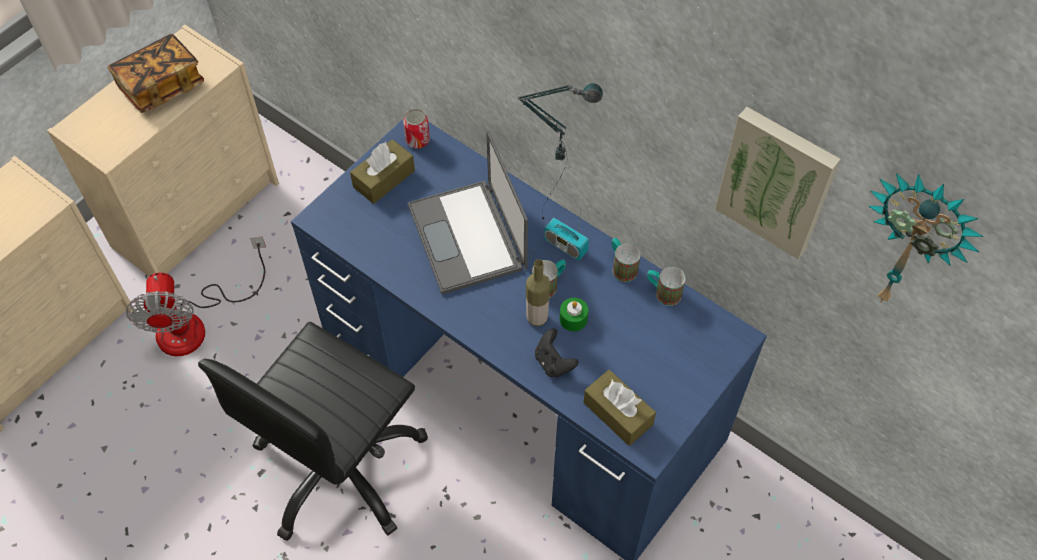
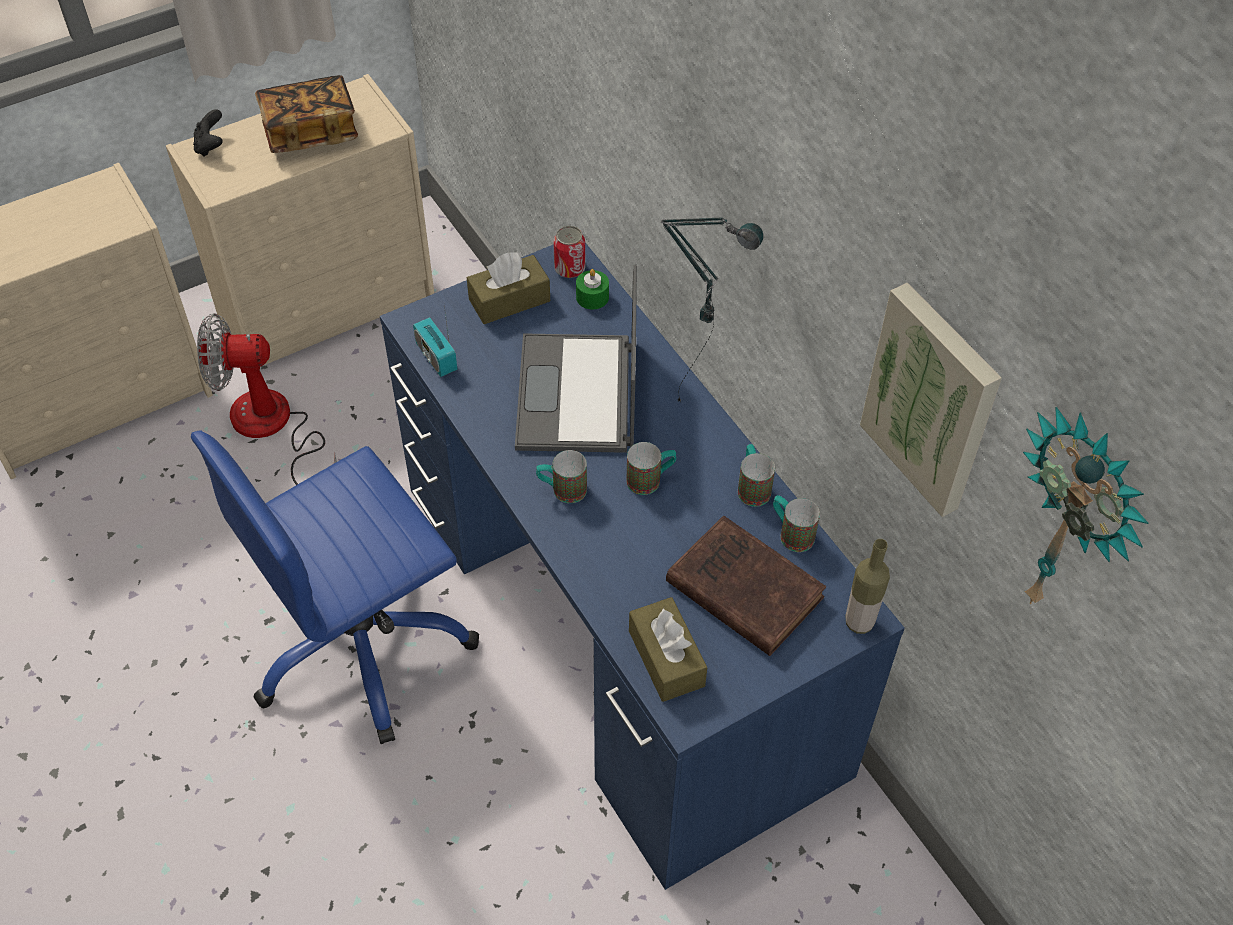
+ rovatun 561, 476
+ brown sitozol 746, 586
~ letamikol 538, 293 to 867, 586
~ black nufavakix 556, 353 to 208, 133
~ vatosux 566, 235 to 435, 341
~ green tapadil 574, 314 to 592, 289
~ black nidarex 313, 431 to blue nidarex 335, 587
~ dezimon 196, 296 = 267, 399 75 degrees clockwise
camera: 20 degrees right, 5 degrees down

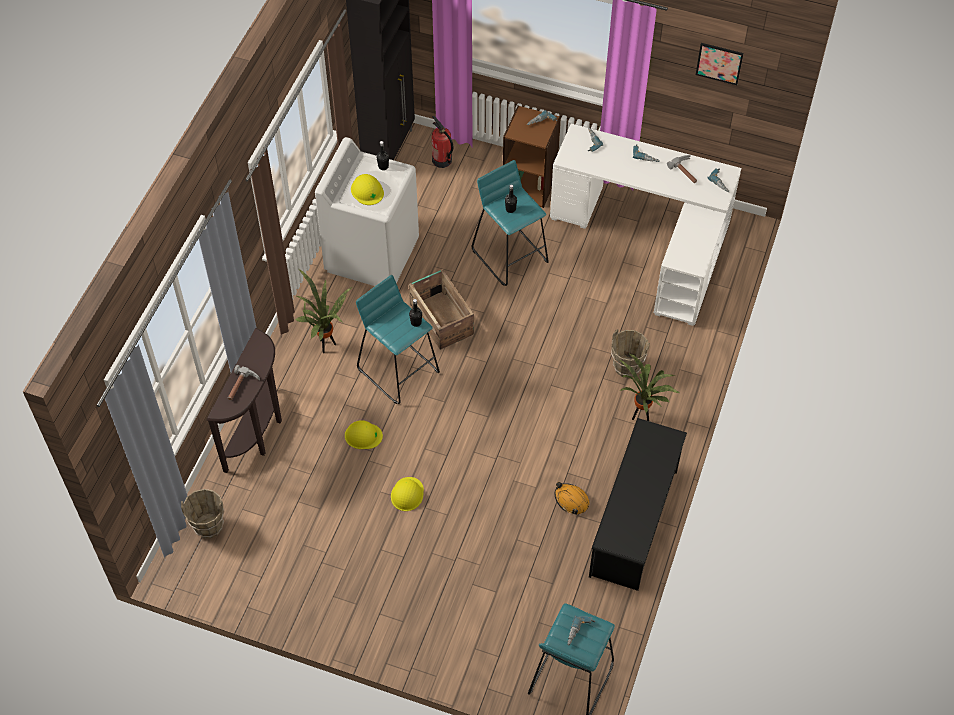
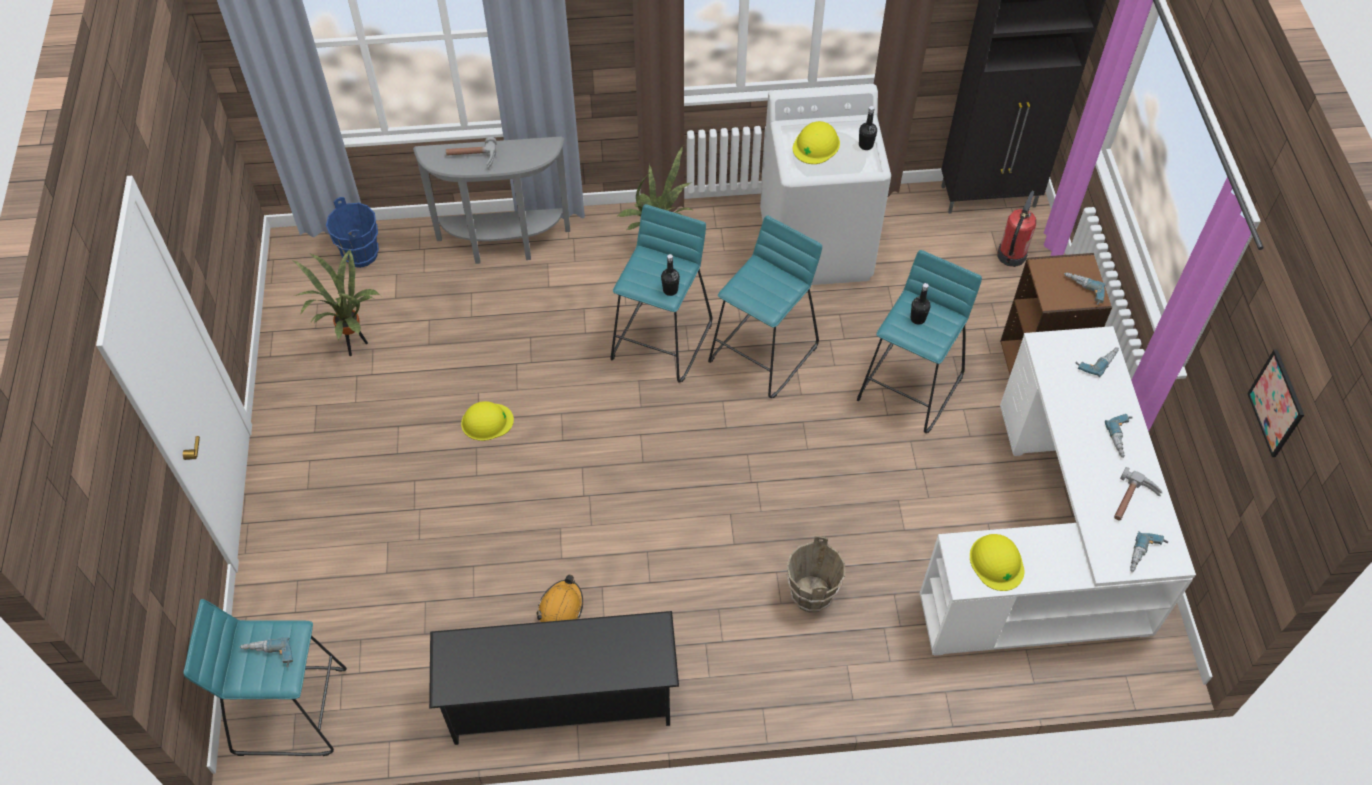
~ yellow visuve 364, 434 to 997, 562
~ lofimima 650, 387 to 336, 302
~ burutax 441, 309 to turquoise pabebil 765, 306
~ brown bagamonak 202, 514 to blue bagamonak 352, 232
~ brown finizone 244, 400 to grey finizone 491, 200
camera: 65 degrees right, 0 degrees up

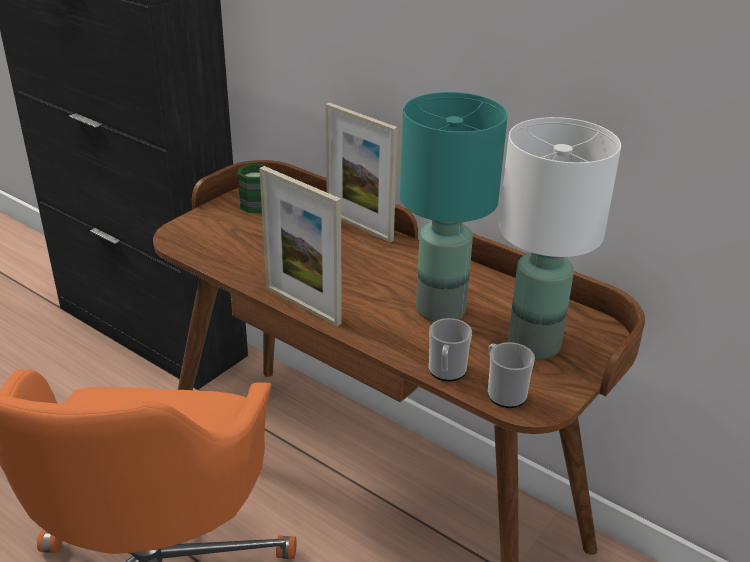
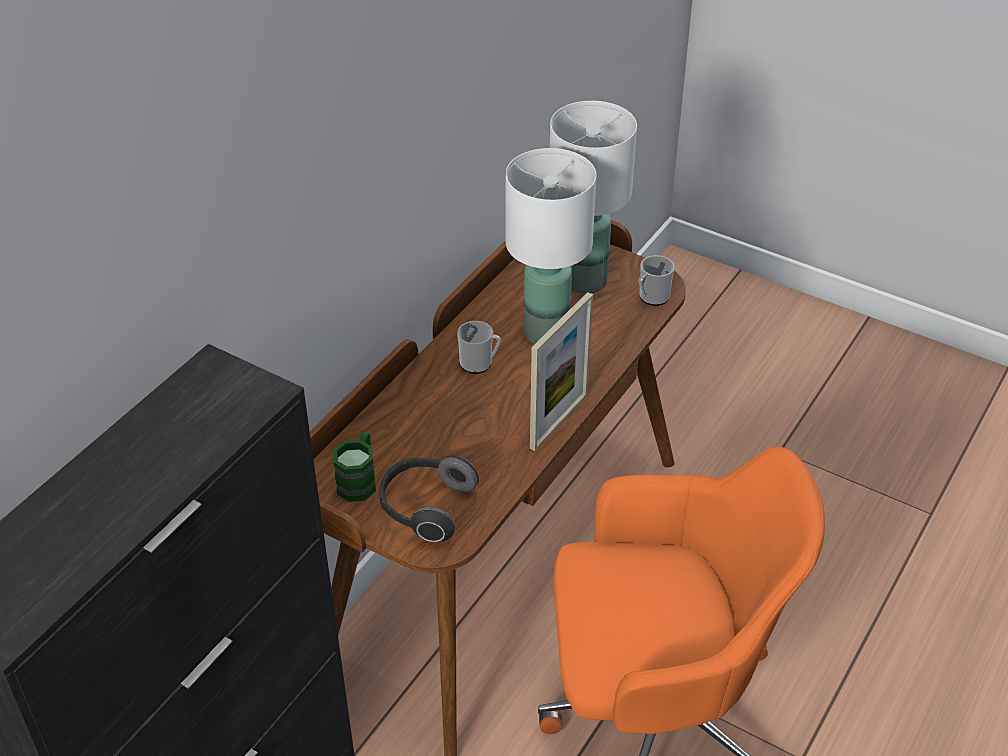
- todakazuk 362, 172
+ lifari 429, 499
~ rovatun 450, 349 to 479, 347
~ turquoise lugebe 454, 207 to white lugebe 550, 246
camera: 95 degrees left, 10 degrees up

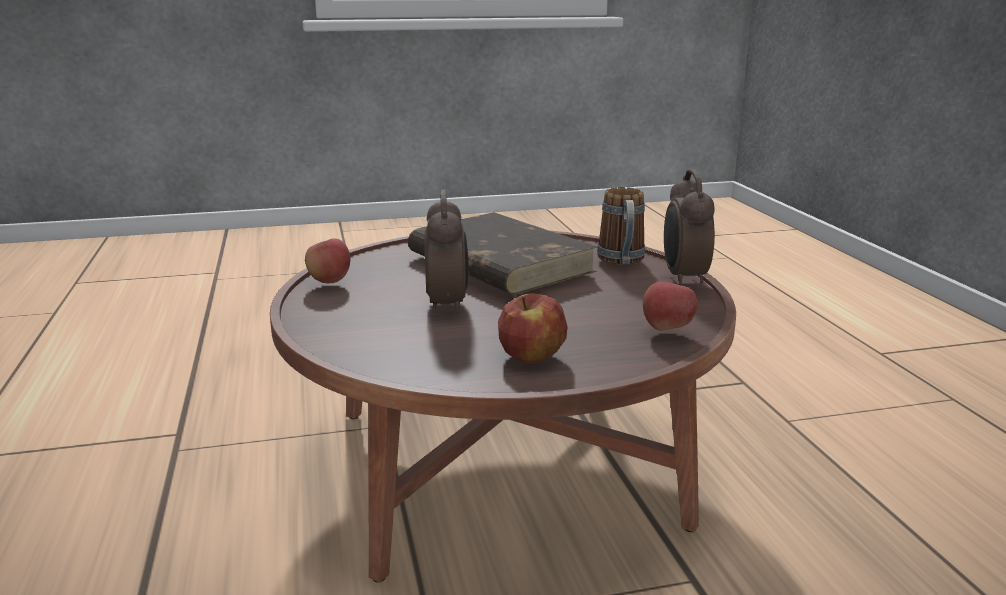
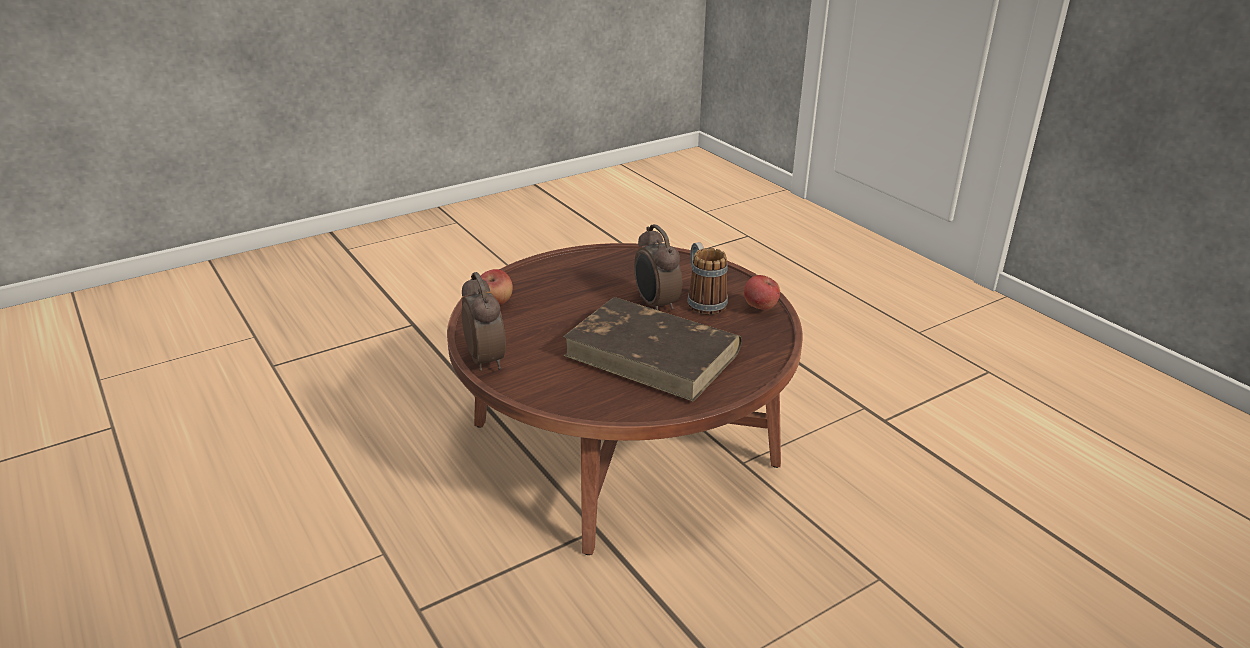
- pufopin 532, 328
~ rovatun 621, 226 to 707, 278
camera: 160 degrees right, 10 degrees up

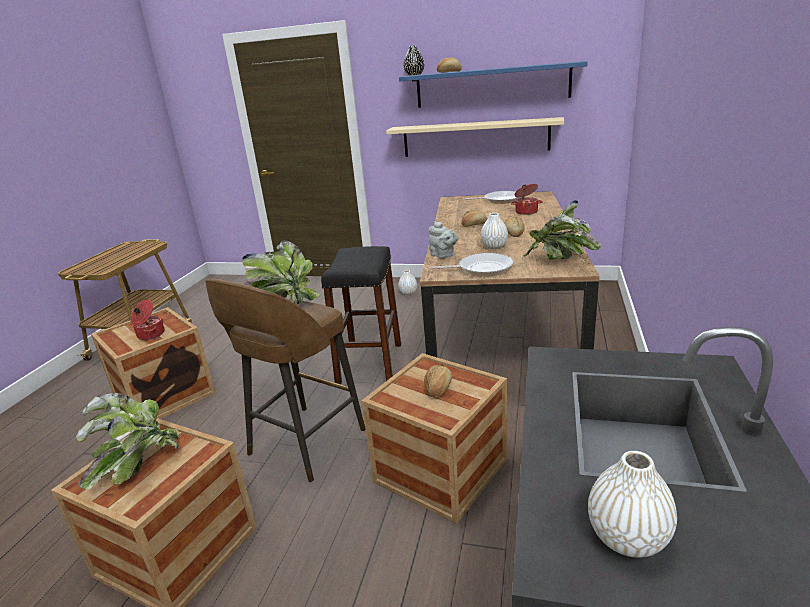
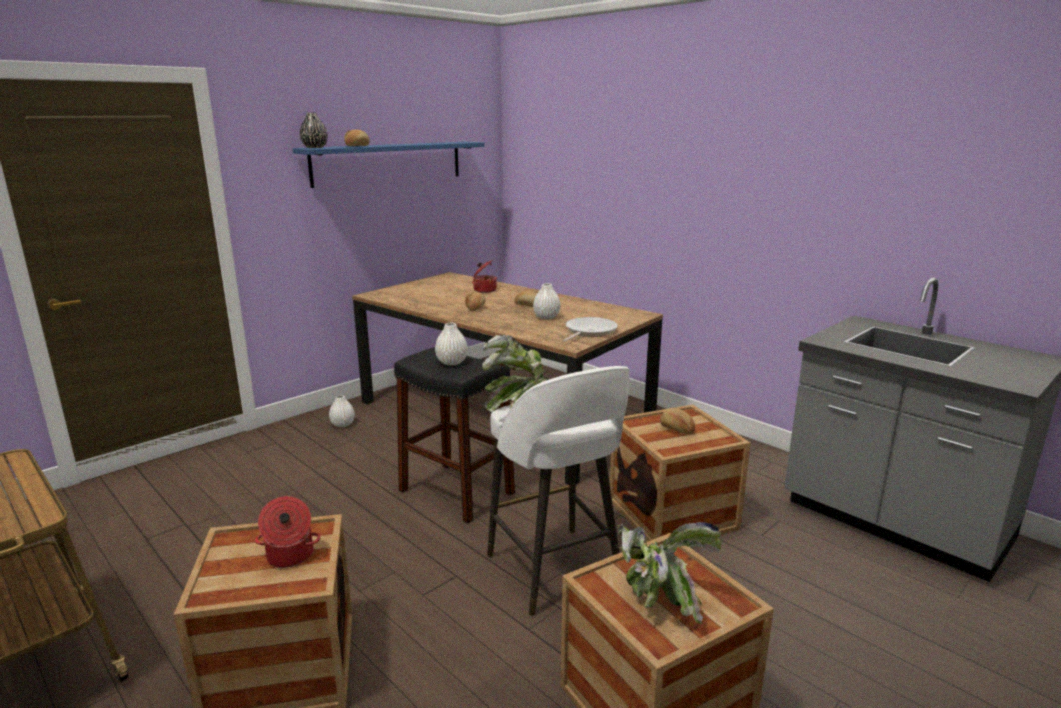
- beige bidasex 475, 137
- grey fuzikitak 444, 239
- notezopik 491, 197
- lofimima 562, 230
~ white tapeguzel 632, 504 to 451, 344
~ brown pabebil 285, 380 to white pabebil 558, 491
camera: 60 degrees left, 5 degrees down

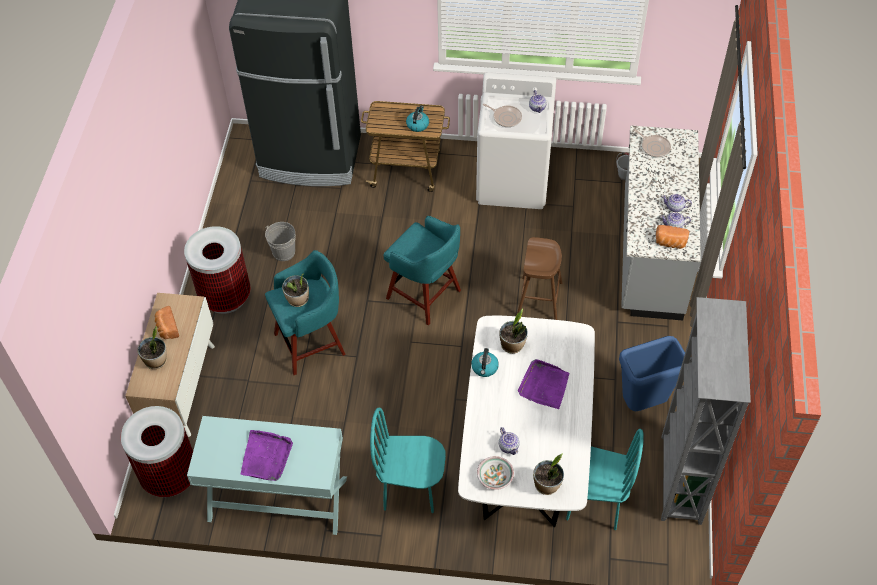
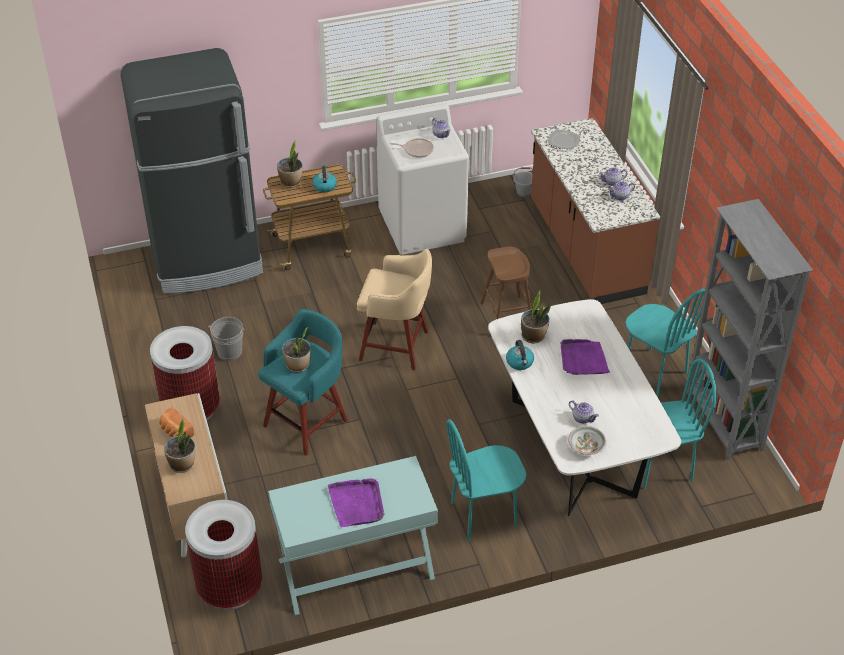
- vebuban 673, 237
~ lofimima 548, 474 to 289, 164
~ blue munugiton 652, 373 to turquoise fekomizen 665, 342
~ notezopik 652, 143 to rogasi 564, 139
~ turquoise pabebil 422, 270 to beige pabebil 394, 309
~ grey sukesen 661, 222 to brown sukesen 595, 211
camera: 25 degrees left, 10 degrees down

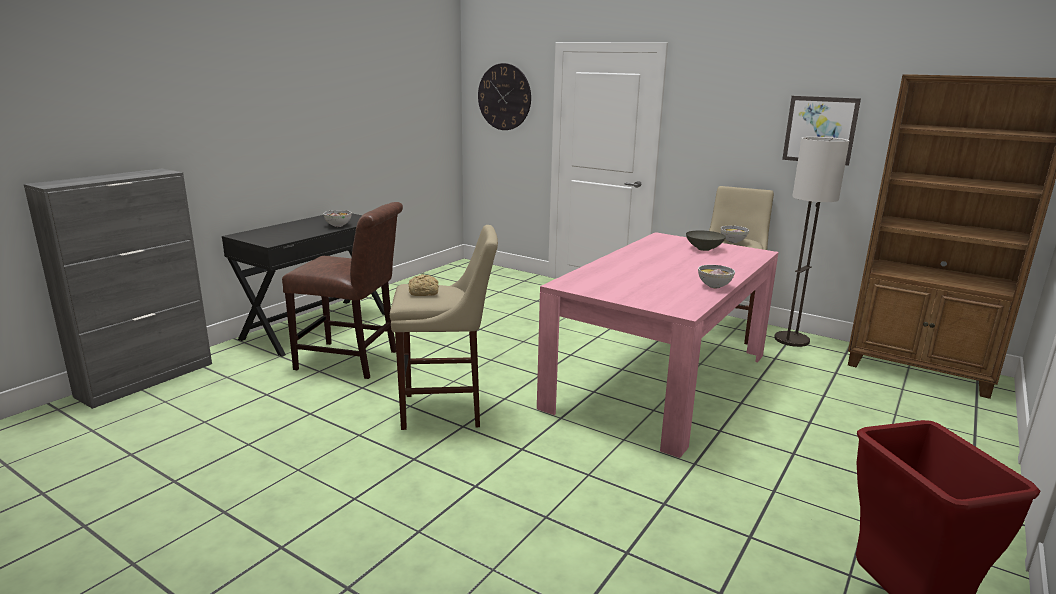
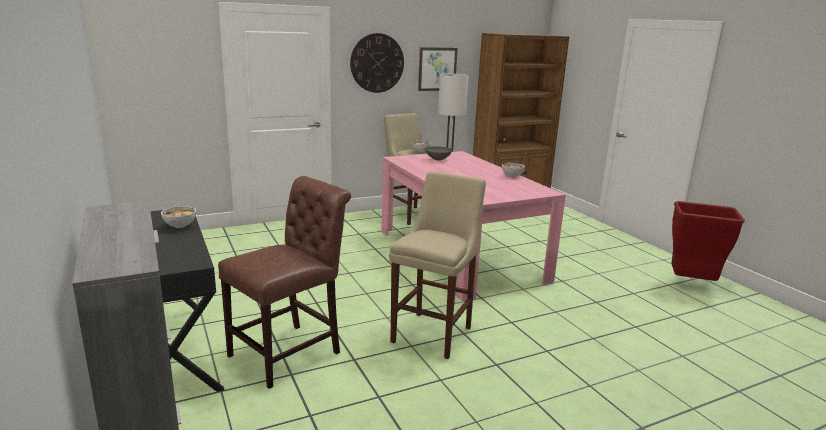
- vebuban 424, 285
~ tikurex 504, 96 to 377, 63
camera: 60 degrees left, 0 degrees up

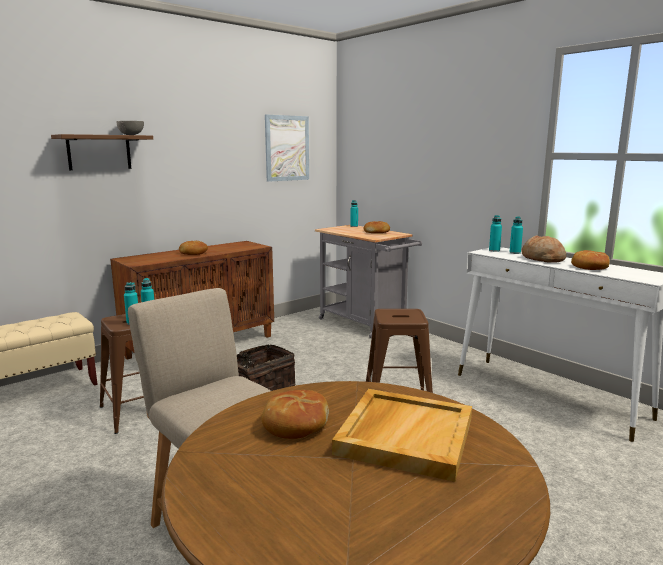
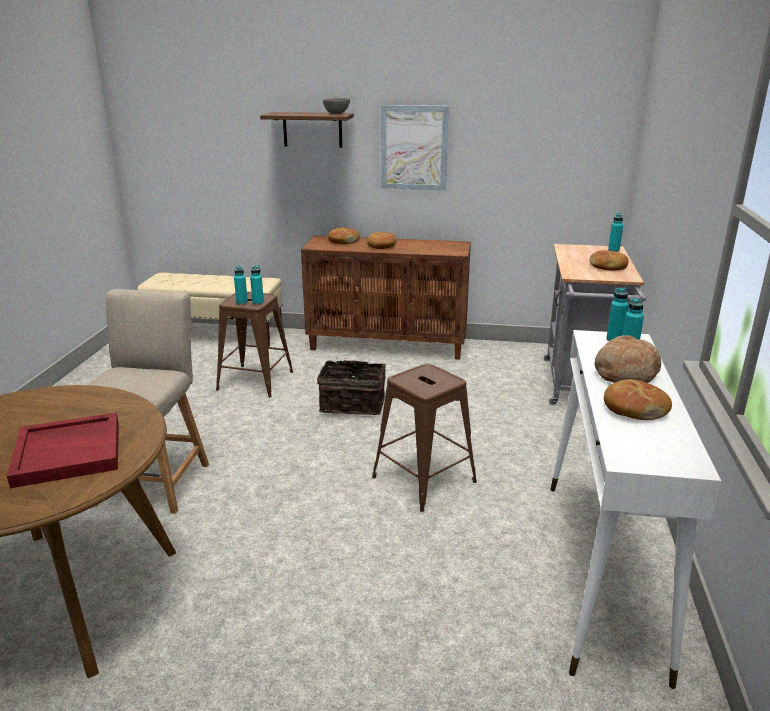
~ vebuban 295, 414 to 344, 235
~ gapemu 287, 148 to 415, 147
~ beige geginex 402, 435 to red geginex 63, 450
camera: 50 degrees right, 10 degrees up

